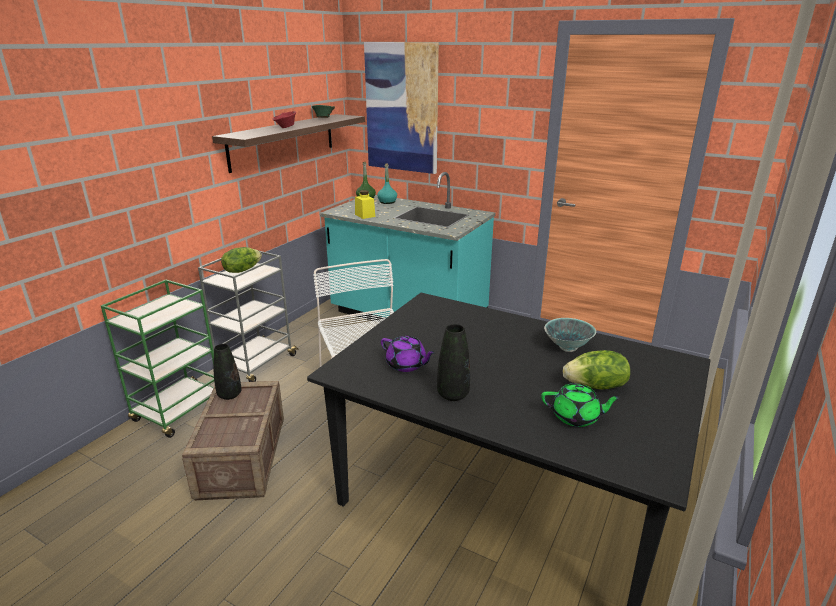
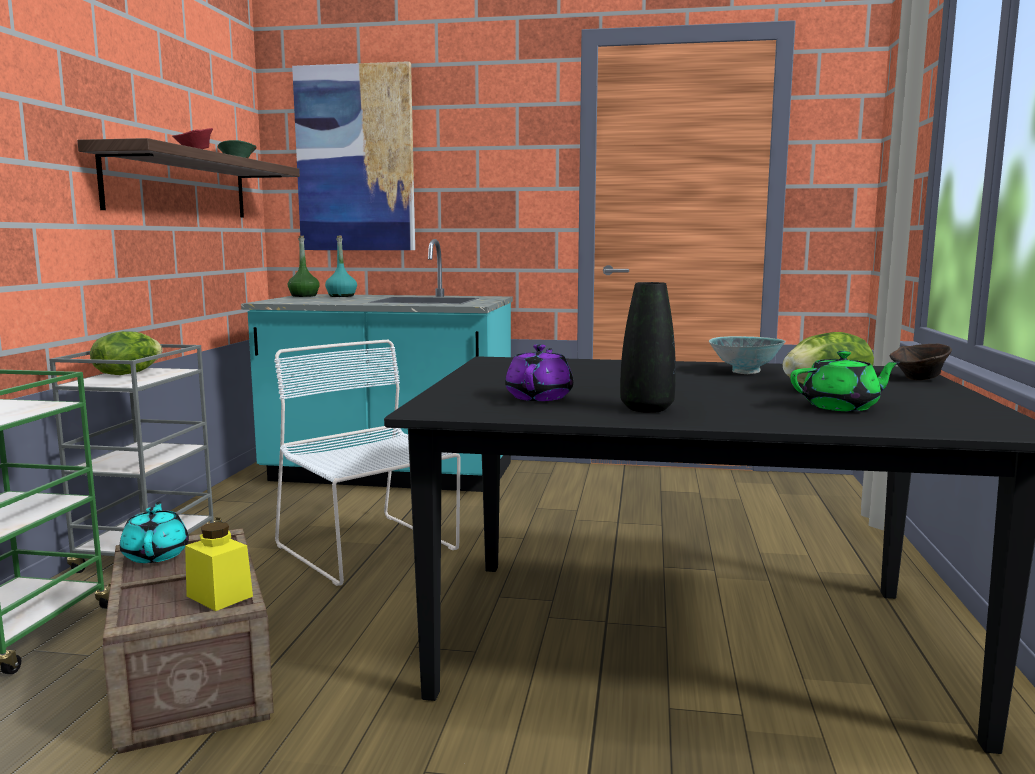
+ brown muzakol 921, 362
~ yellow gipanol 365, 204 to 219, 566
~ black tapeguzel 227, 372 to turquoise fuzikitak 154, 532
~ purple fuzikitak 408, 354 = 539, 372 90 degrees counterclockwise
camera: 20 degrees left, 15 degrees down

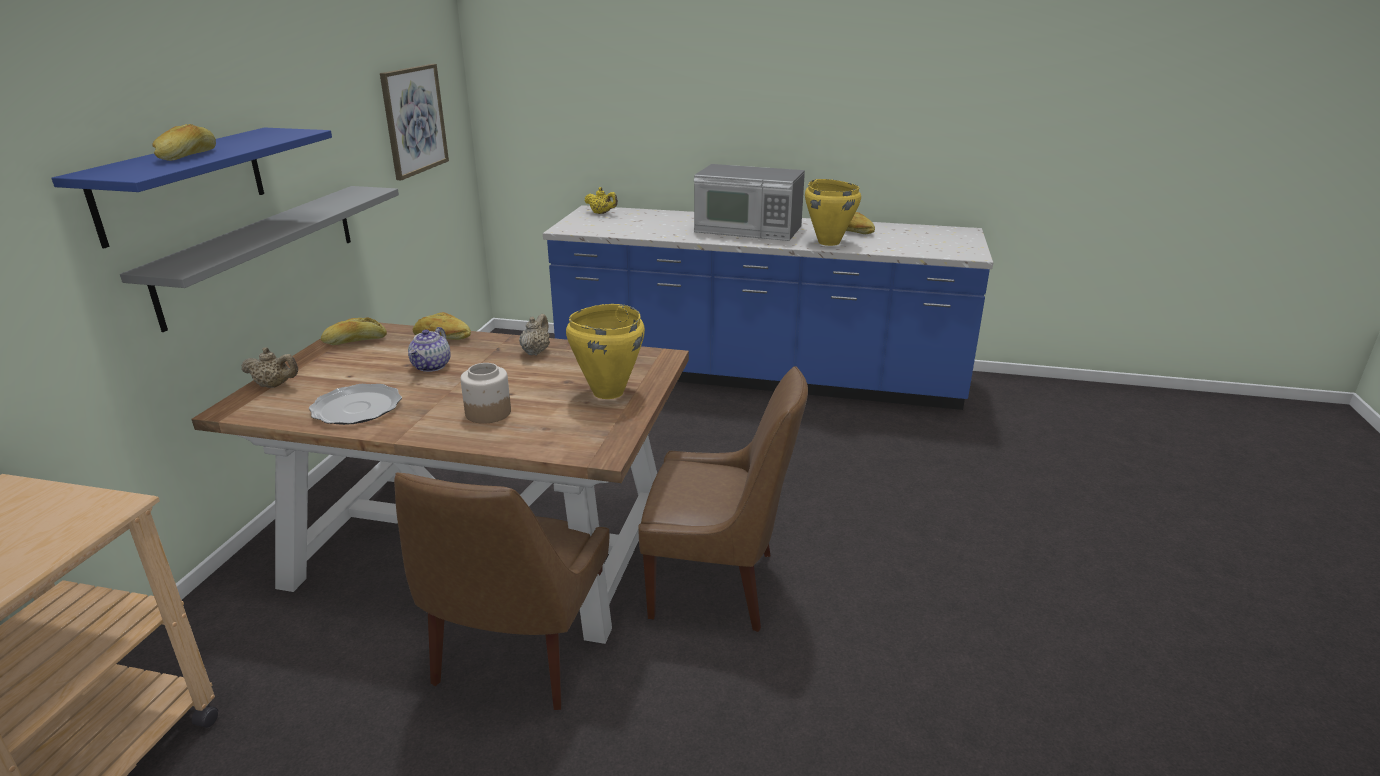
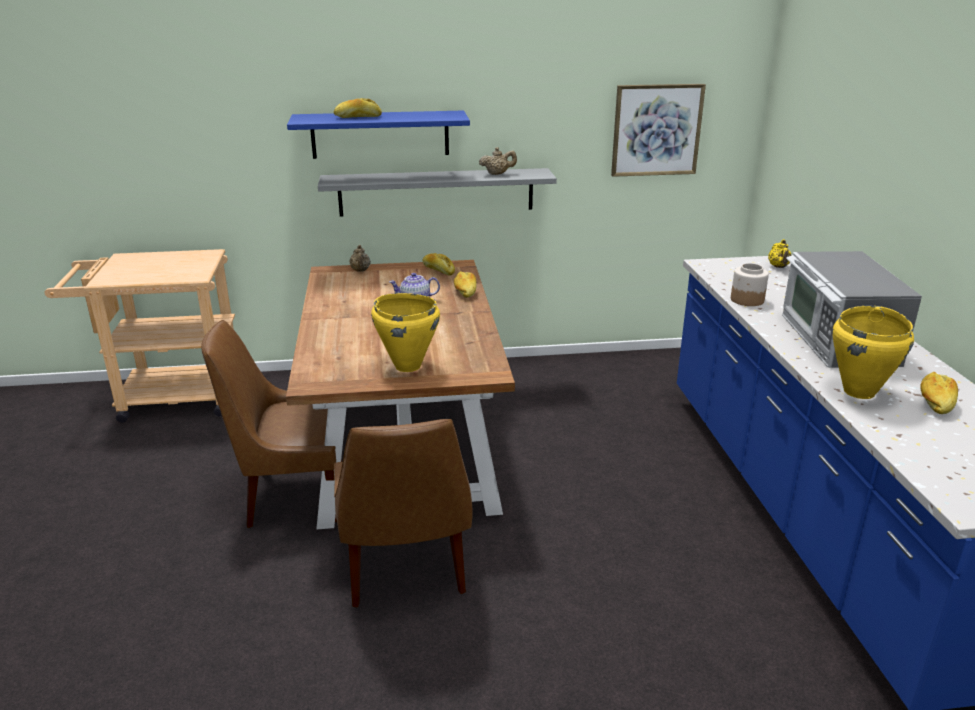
- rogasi 355, 404
~ gipanol 485, 393 to 750, 284
~ beige fuzikitak 534, 335 to 498, 161
camera: 70 degrees right, 0 degrees up

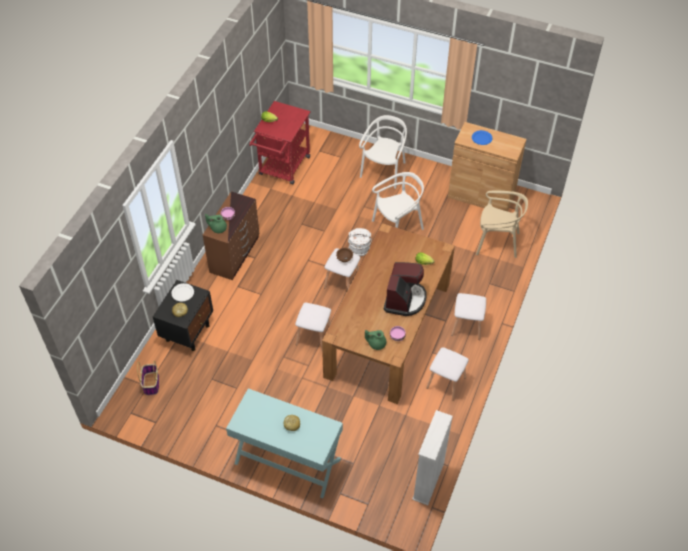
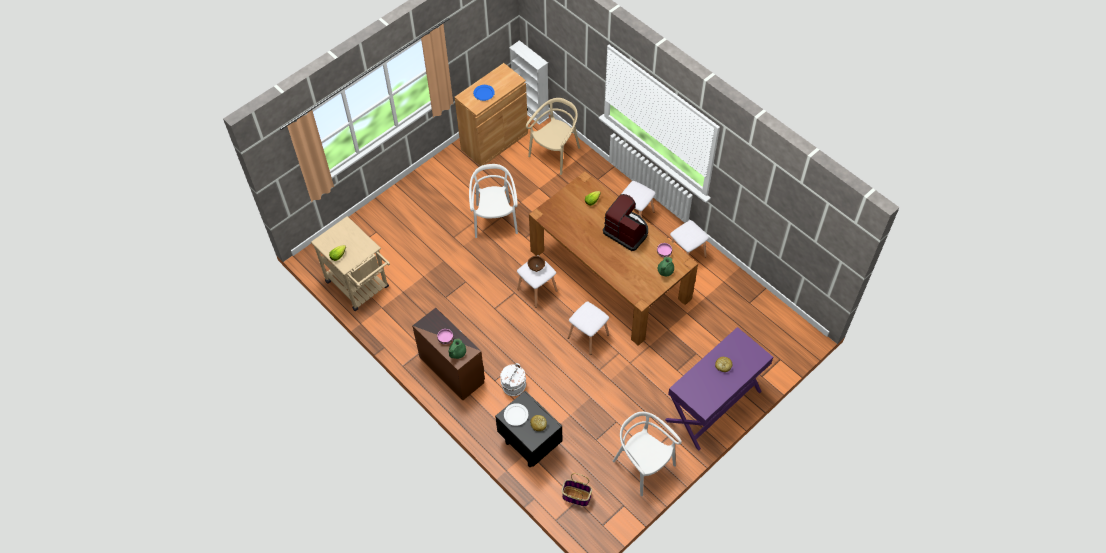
~ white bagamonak 360, 242 to 513, 379
~ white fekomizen 383, 152 to 647, 454
~ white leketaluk 432, 457 to 529, 82
~ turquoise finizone 284, 443 to purple finizone 719, 388
~ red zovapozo 280, 143 to beige zovapozo 350, 263
camera: 65 degrees left, 5 degrees up

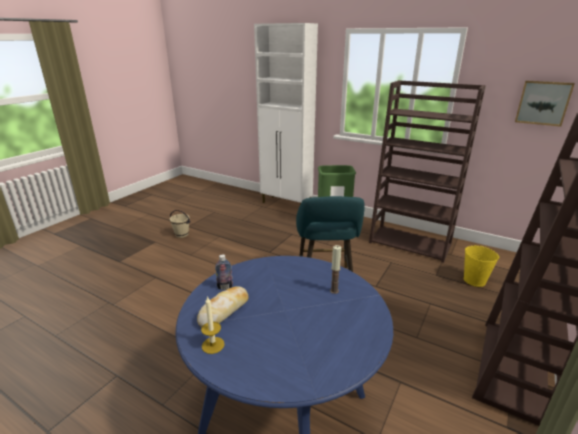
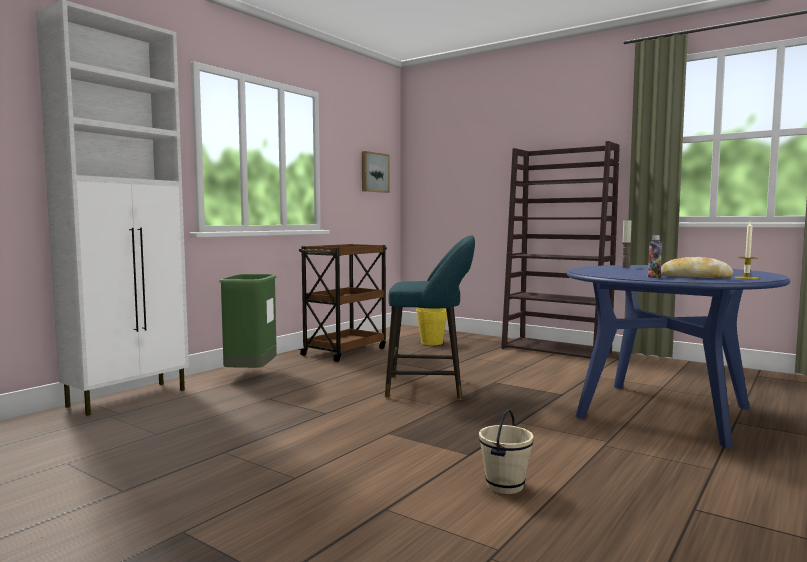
~ beige bagamonak 180, 224 to 506, 451
~ brown leketaluk 427, 171 to brown zovapozo 342, 303
camera: 85 degrees left, 20 degrees down

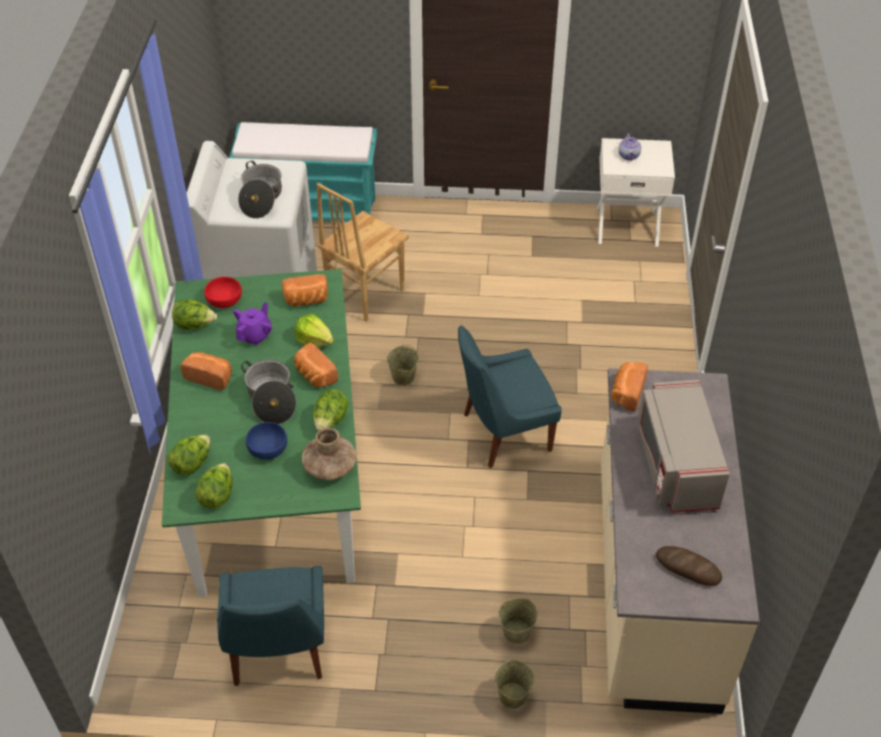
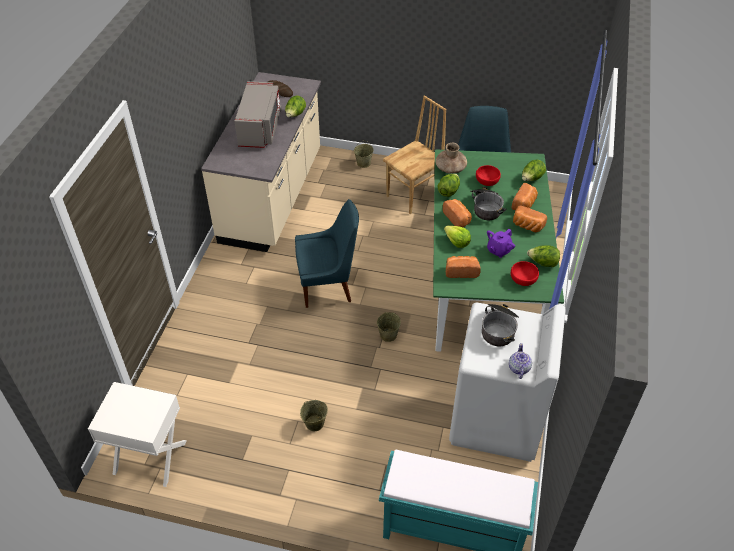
~ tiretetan 214, 486 to 295, 106
~ brown fekomizen 363, 252 to 414, 154
~ beige bagamonak 518, 621 to 314, 415
~ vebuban 629, 386 to 524, 196
~ fuzikitak 629, 147 to 520, 361
~ blue muzakol 266, 441 to red muzakol 488, 175
camera: 170 degrees left, 0 degrees up

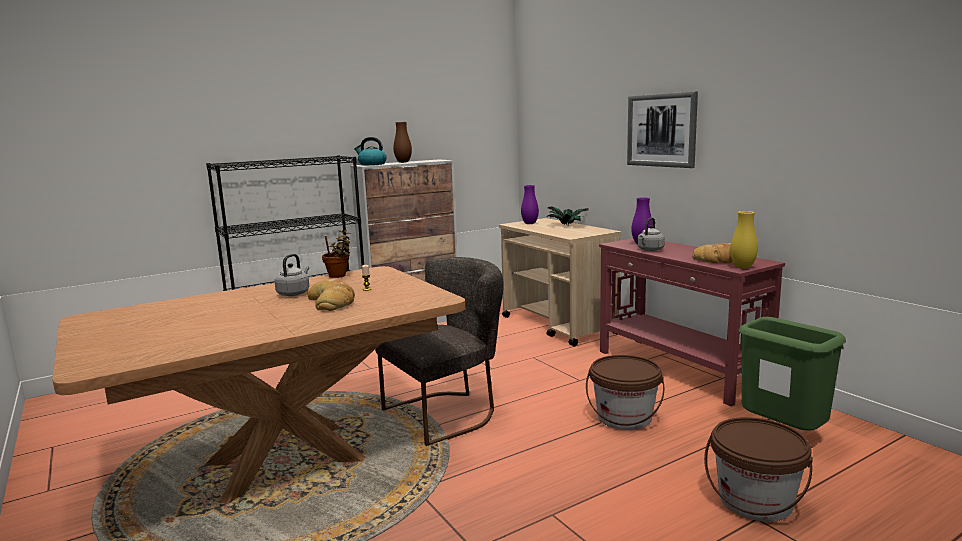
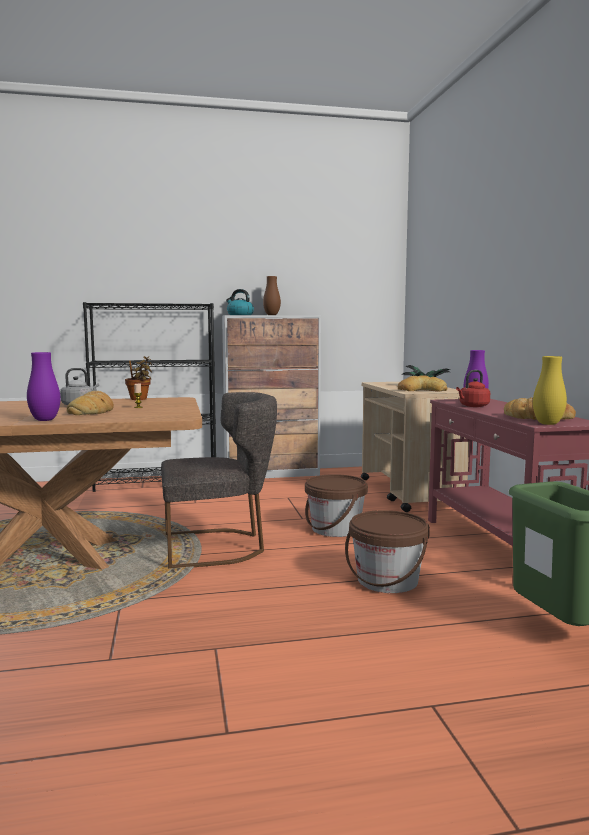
- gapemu 662, 129
+ vebuban 422, 383
~ purple tapeguzel 530, 204 to 44, 386
~ brown bagamonak 758, 469 to 336, 505
~ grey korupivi 651, 234 to red korupivi 473, 388
camera: 20 degrees right, 5 degrees down

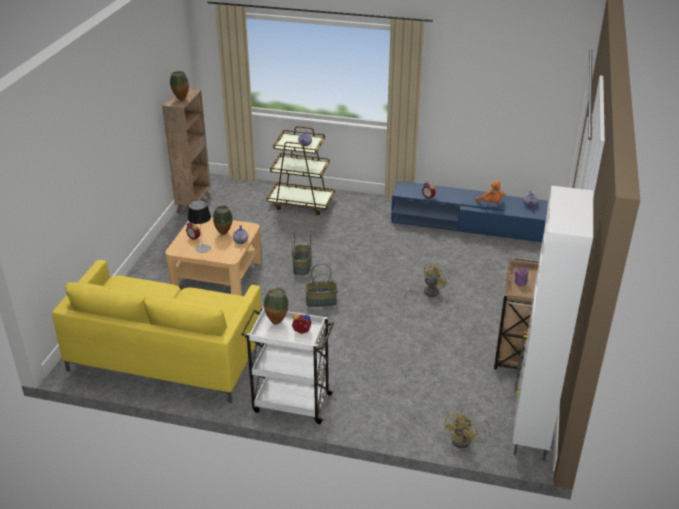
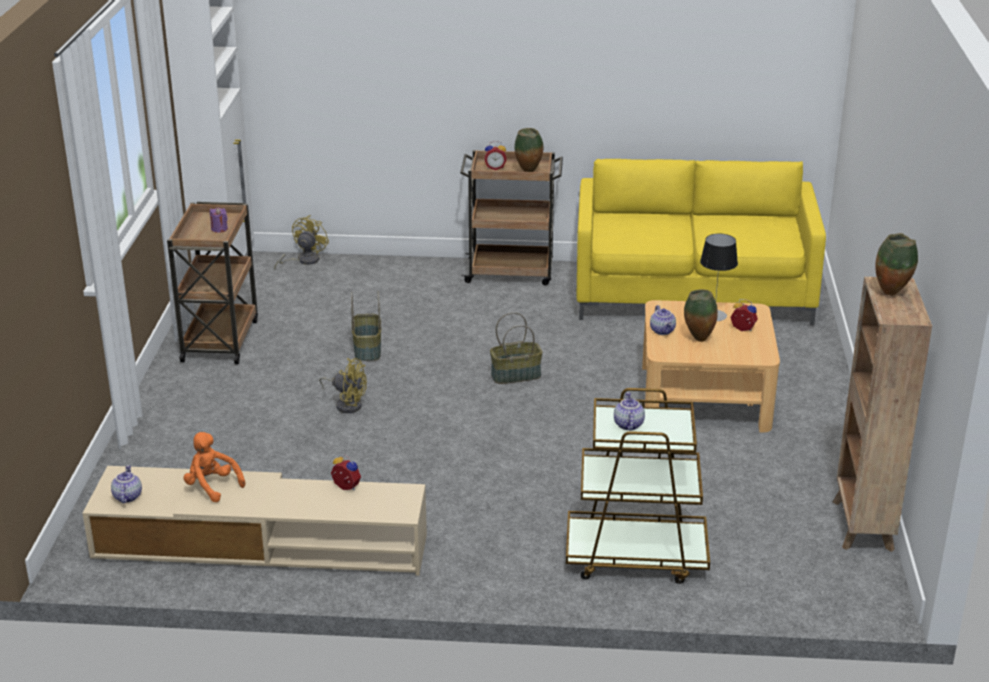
~ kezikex 301, 254 to 366, 326
~ white zovapozo 288, 365 to brown zovapozo 511, 218
~ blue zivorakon 469, 211 to beige zivorakon 254, 521
~ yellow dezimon 425, 280 = 343, 385 105 degrees counterclockwise
camera: 170 degrees right, 5 degrees down

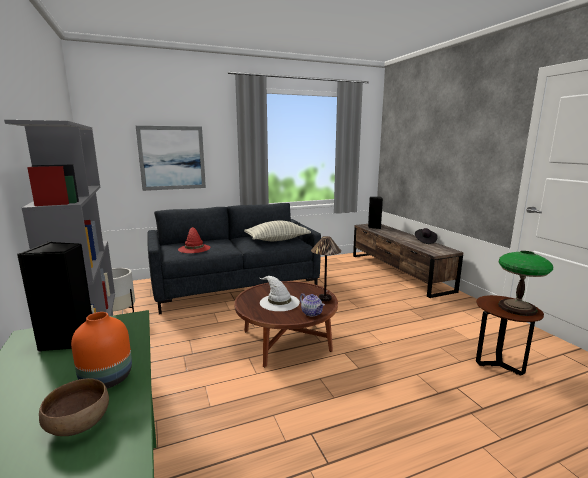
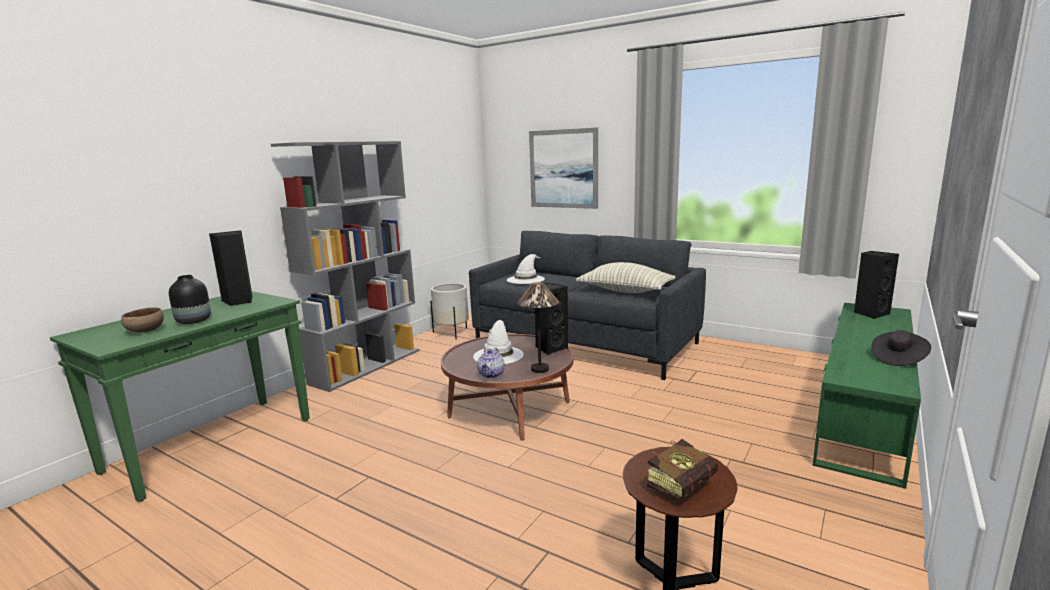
+ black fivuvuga 551, 319
~ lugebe 525, 283 to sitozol 682, 469
~ orange tapeguzel 101, 350 to black tapeguzel 190, 299
~ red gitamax 194, 240 to white gitamax 526, 269
~ brown zivorakon 408, 261 to green zivorakon 867, 396
camera: 55 degrees right, 0 degrees up

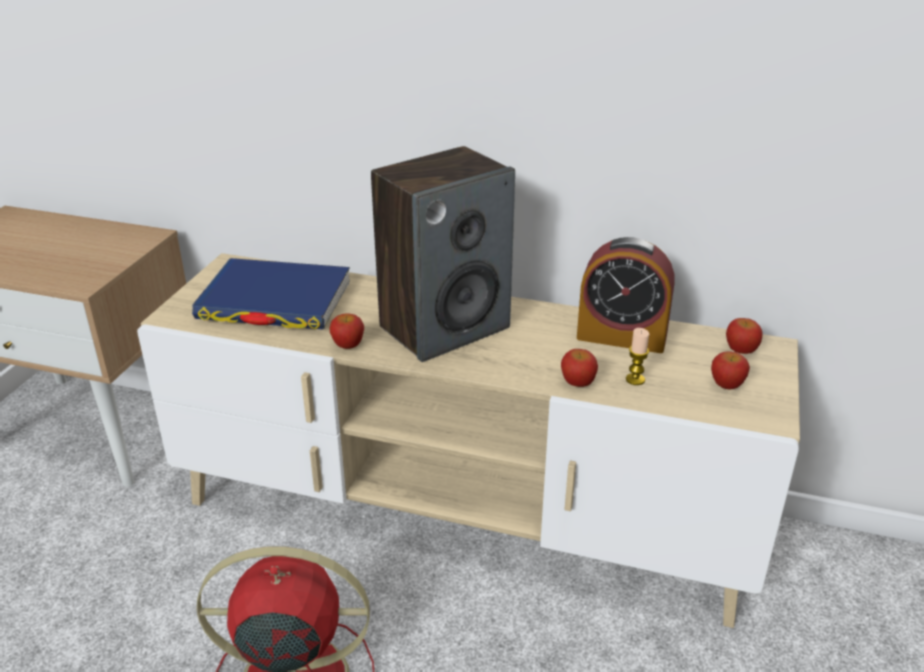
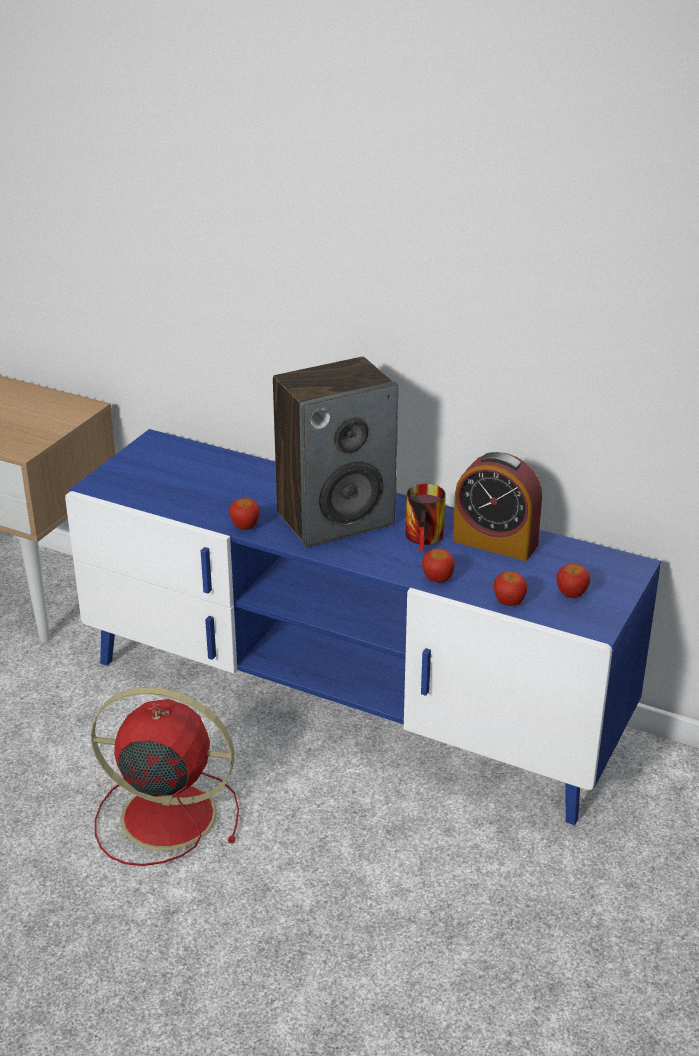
- blue sitozol 271, 294
- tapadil 637, 356
+ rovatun 426, 518
~ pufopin 744, 336 to 510, 588
~ beige zivorakon 468, 440 to blue zivorakon 363, 627
camera: 10 degrees right, 0 degrees up

